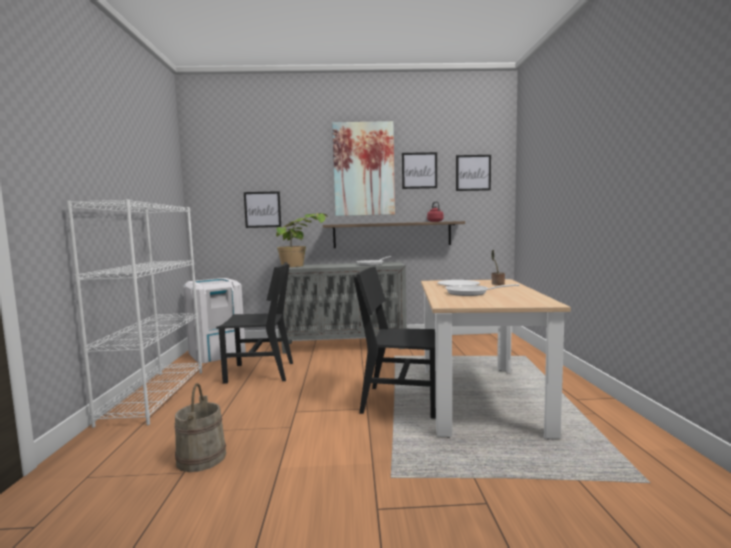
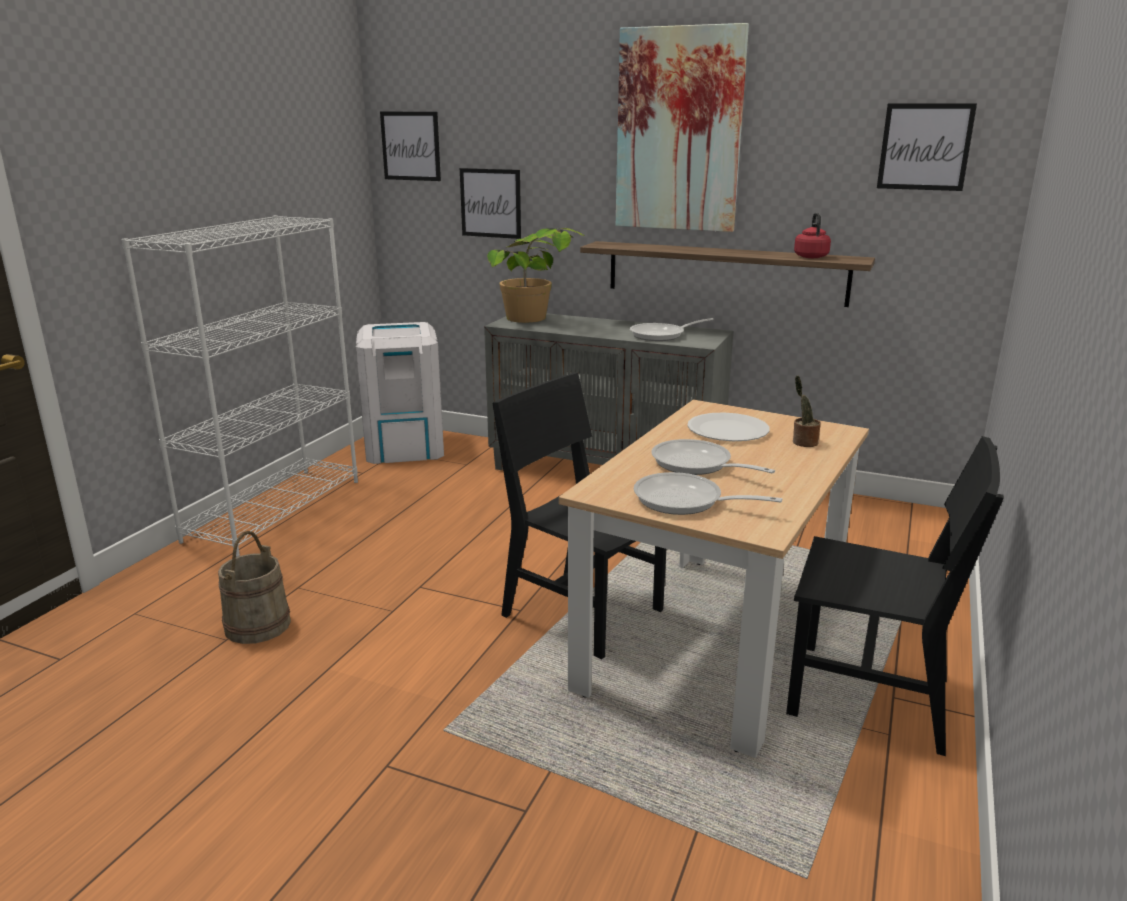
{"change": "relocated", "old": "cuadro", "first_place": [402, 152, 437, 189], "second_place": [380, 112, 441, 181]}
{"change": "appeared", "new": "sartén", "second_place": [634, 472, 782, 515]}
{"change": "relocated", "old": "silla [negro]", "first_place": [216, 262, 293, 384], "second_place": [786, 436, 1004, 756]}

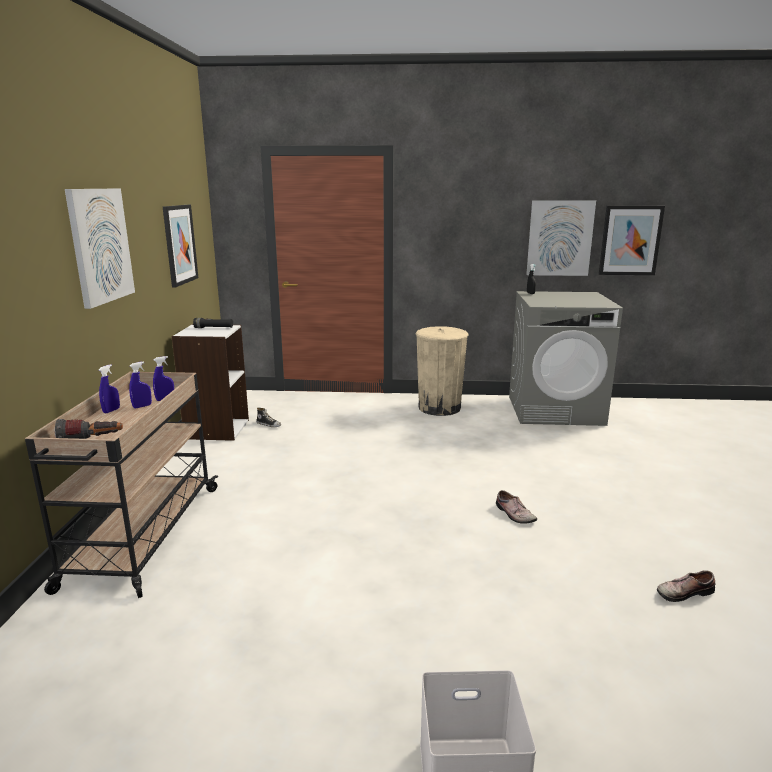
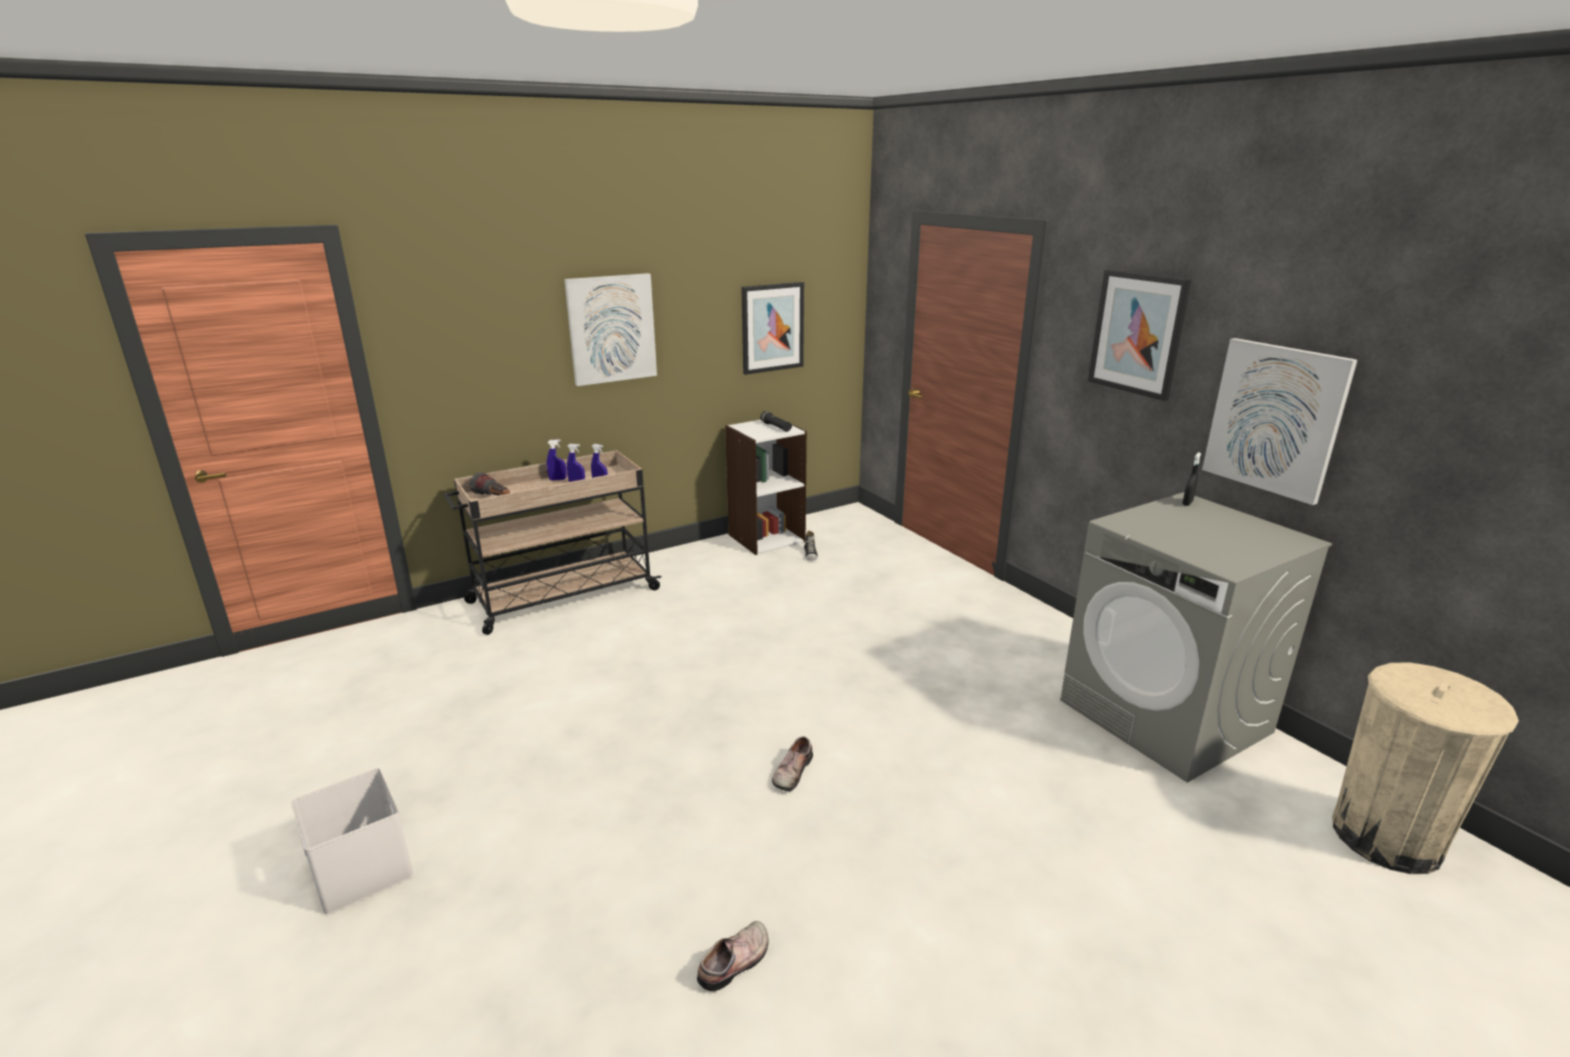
{"change": "spun", "old": "zapato", "first_place": [657, 570, 715, 602], "second_place": [697, 921, 769, 991], "degrees": 90}
{"change": "relocated", "old": "cuadro", "first_place": [599, 206, 665, 275], "second_place": [1088, 269, 1191, 401]}
{"change": "relocated", "old": "papelera [beis]", "first_place": [416, 326, 469, 416], "second_place": [1332, 663, 1519, 874]}

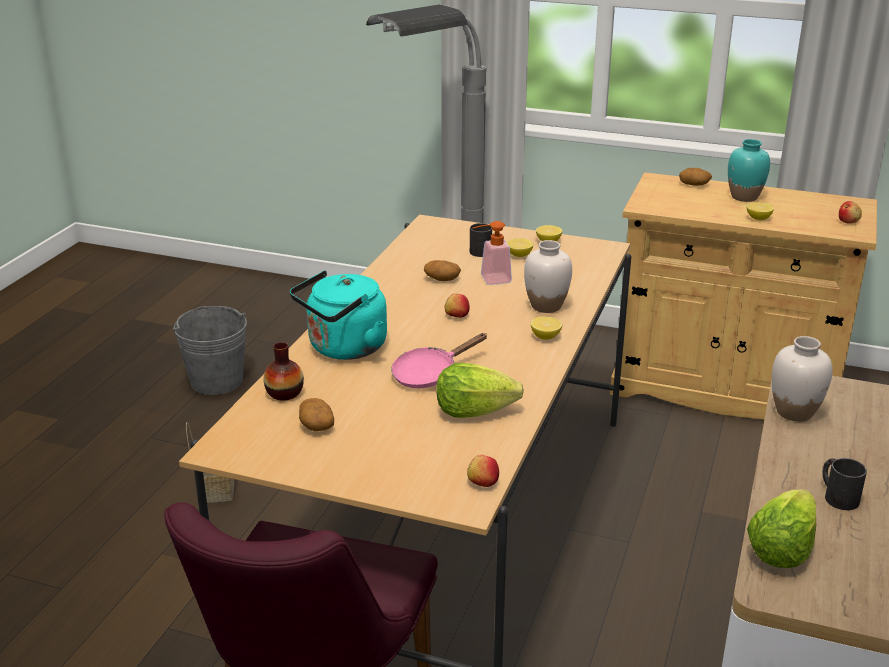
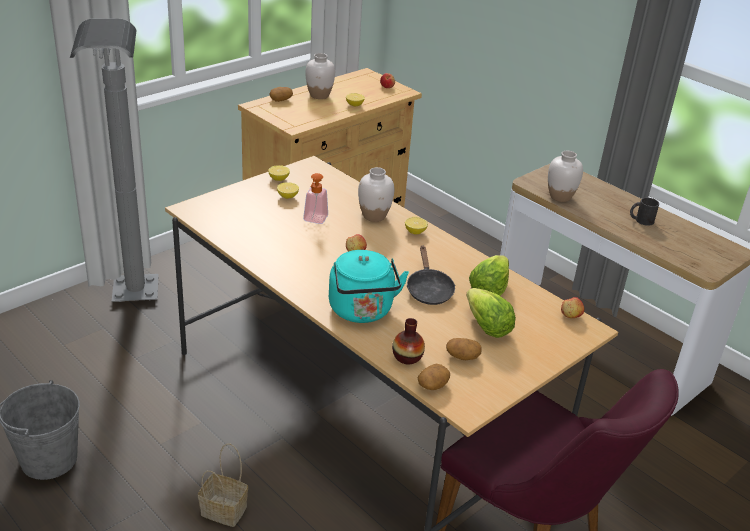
{"change": "colour", "old": "florero [turquesa]", "new": "florero [blanco]", "first_place": [728, 139, 770, 202], "second_place": [305, 53, 335, 99]}
{"change": "colour", "old": "sartén [rosa]", "new": "sartén [negro]", "first_place": [391, 333, 487, 388], "second_place": [407, 246, 456, 305]}
{"change": "relocated", "old": "patata", "first_place": [424, 260, 461, 281], "second_place": [418, 364, 450, 390]}
{"change": "relocated", "old": "lechuga", "first_place": [747, 489, 816, 568], "second_place": [466, 288, 516, 338]}
{"change": "missing", "old": "taza grande [negro]", "first_place": [470, 223, 492, 257]}

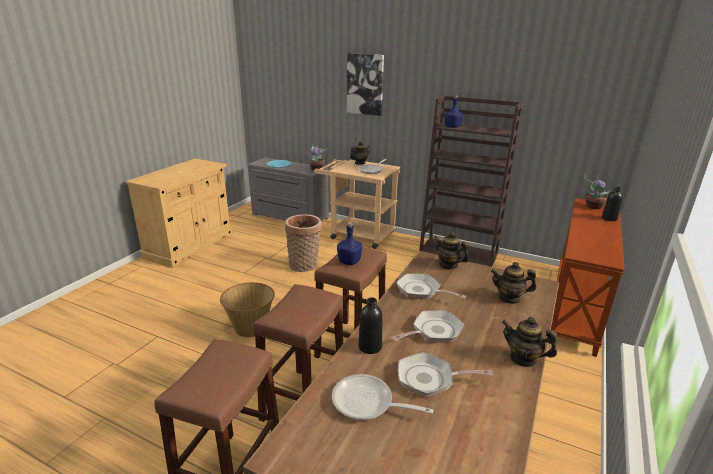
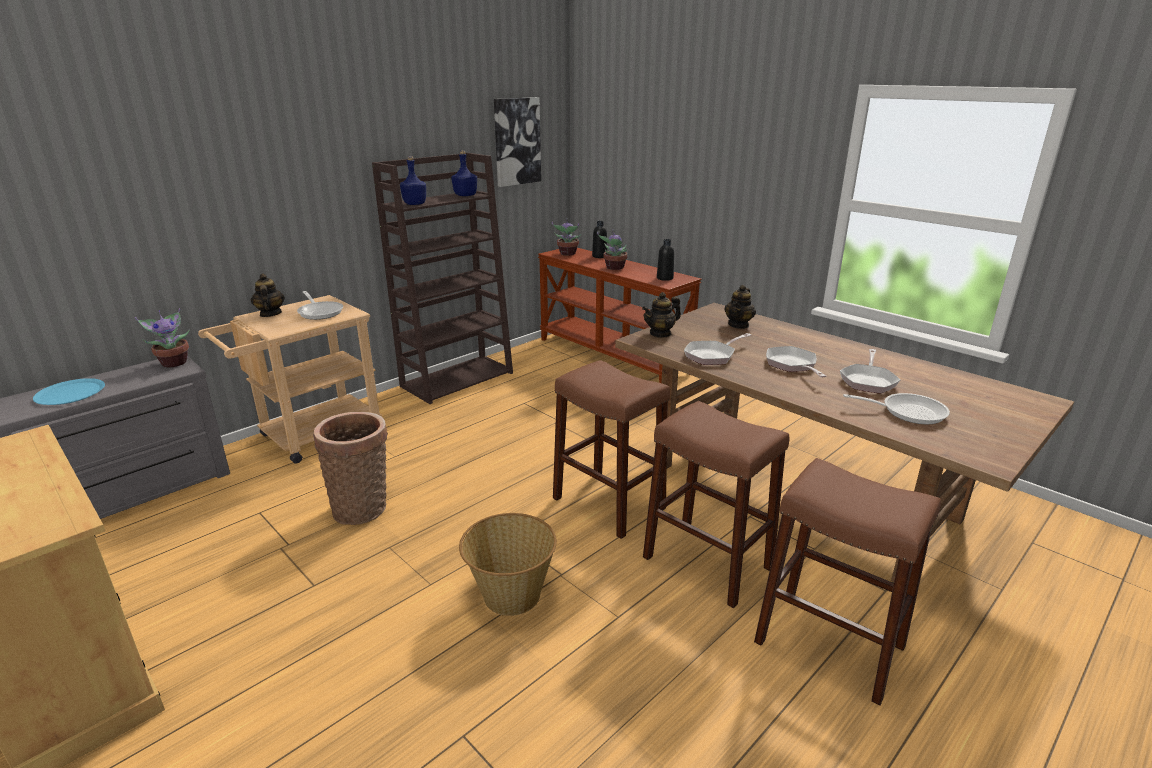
{"change": "relocated", "old": "botella [azul]", "first_place": [337, 222, 362, 265], "second_place": [451, 150, 477, 196]}
{"change": "relocated", "old": "cuadro", "first_place": [347, 53, 384, 116], "second_place": [494, 97, 541, 187]}
{"change": "appeared", "new": "planta en maceta", "second_place": [597, 229, 628, 270]}
{"change": "relocated", "old": "botella [negro]", "first_place": [358, 297, 382, 354], "second_place": [657, 239, 674, 281]}
{"change": "spun", "old": "sartén", "first_place": [332, 374, 433, 421], "second_place": [843, 393, 950, 425], "degrees": -120}
{"change": "missing", "old": "tetera", "first_place": [502, 317, 557, 367]}

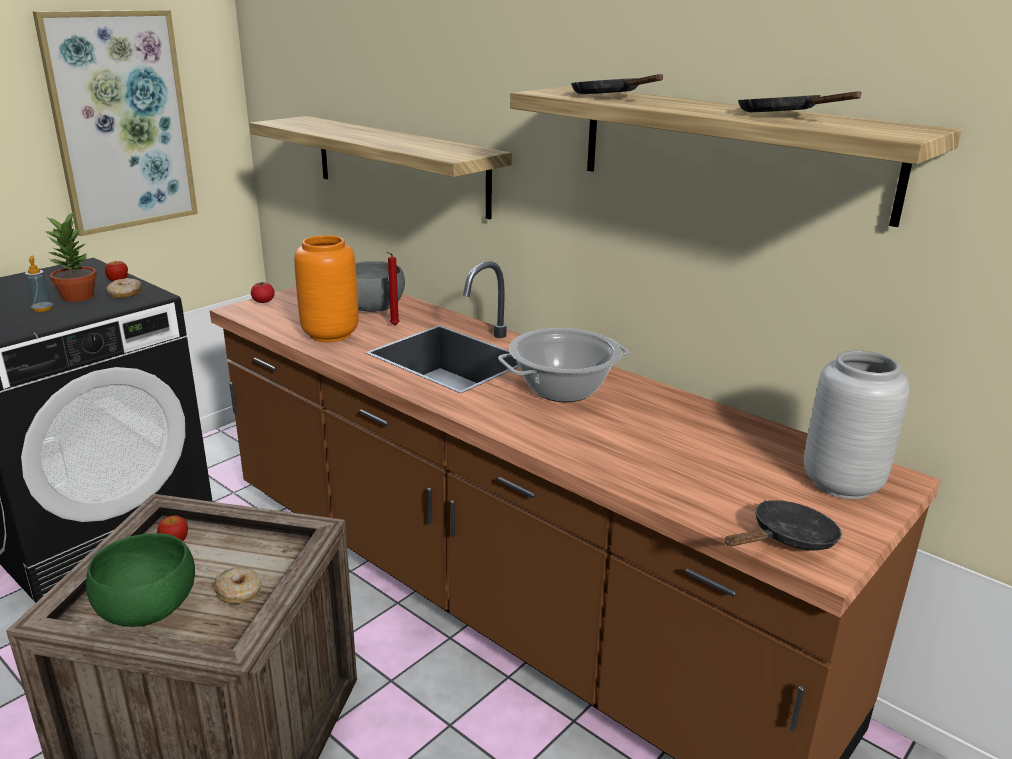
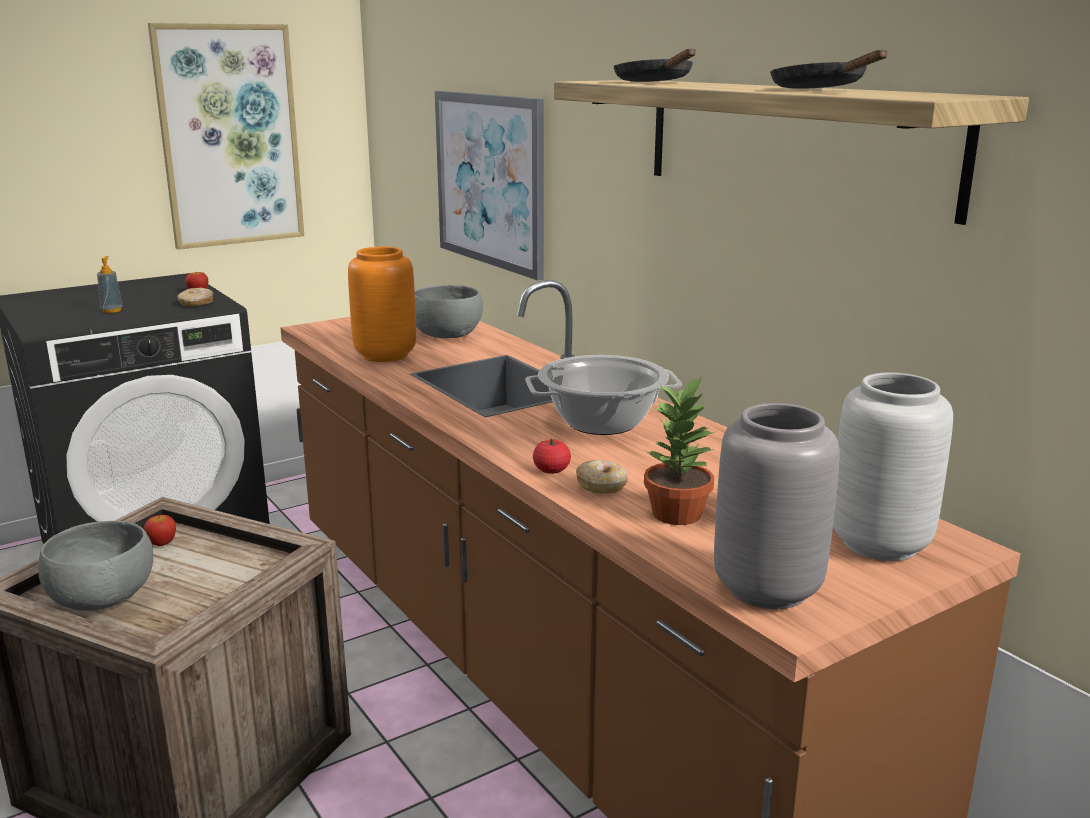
{"change": "colour", "old": "cuenco [verde]", "new": "cuenco [gris]", "first_place": [86, 533, 195, 627], "second_place": [38, 521, 153, 611]}
{"change": "exchanged", "old": "estante", "new": "cuadro", "first_place": [249, 116, 512, 219], "second_place": [435, 91, 544, 280]}
{"change": "relocated", "old": "tomate", "first_place": [251, 282, 275, 303], "second_place": [533, 439, 571, 474]}
{"change": "relocated", "old": "rosquilla", "first_place": [214, 567, 261, 604], "second_place": [576, 460, 628, 494]}
{"change": "relocated", "old": "planta en maceta", "first_place": [42, 211, 97, 302], "second_place": [644, 375, 715, 525]}
{"change": "exchanged", "old": "sartén [negro]", "new": "florero [gris]", "first_place": [724, 500, 842, 550], "second_place": [714, 403, 840, 609]}
{"change": "missing", "old": "vela [rojo]", "first_place": [387, 252, 400, 325]}

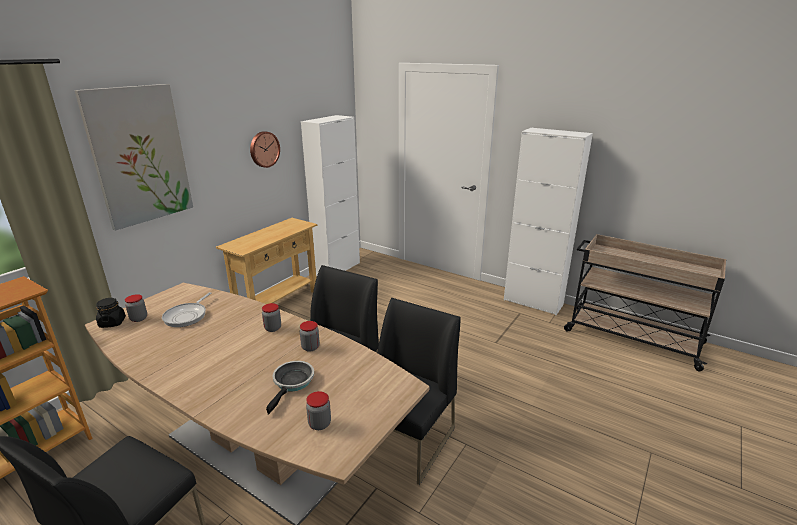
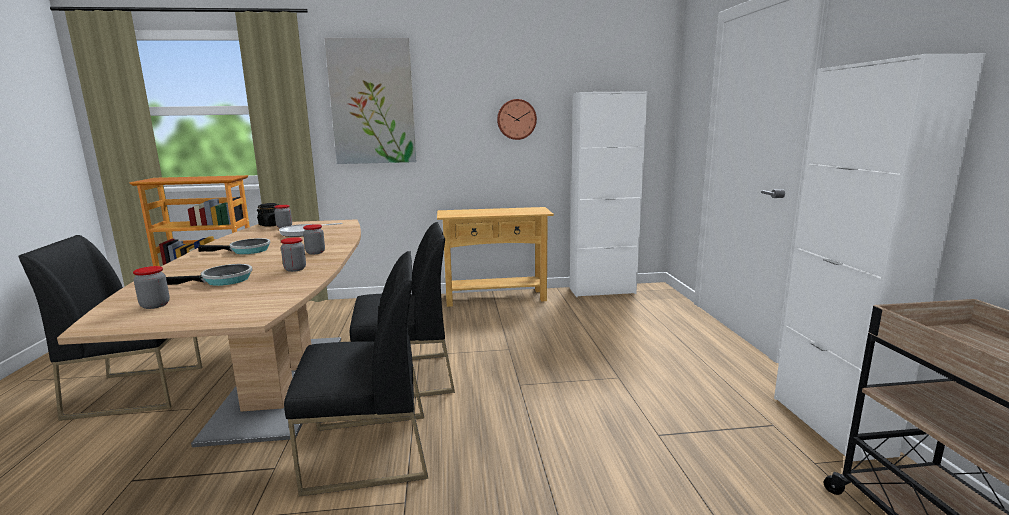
{"change": "appeared", "new": "sartén", "second_place": [198, 238, 271, 254]}

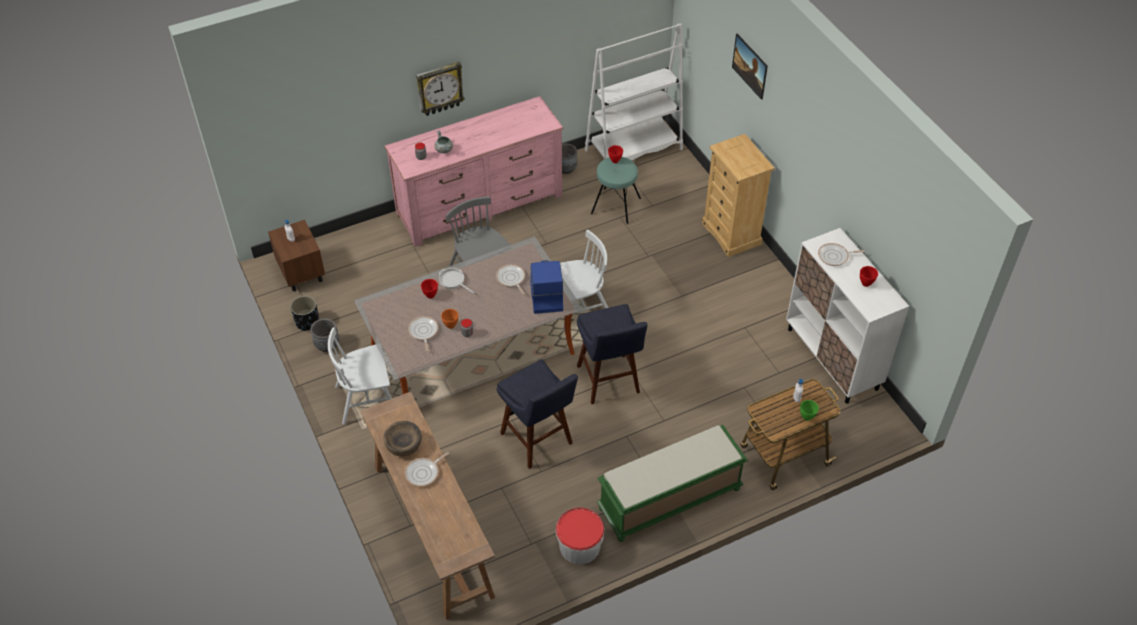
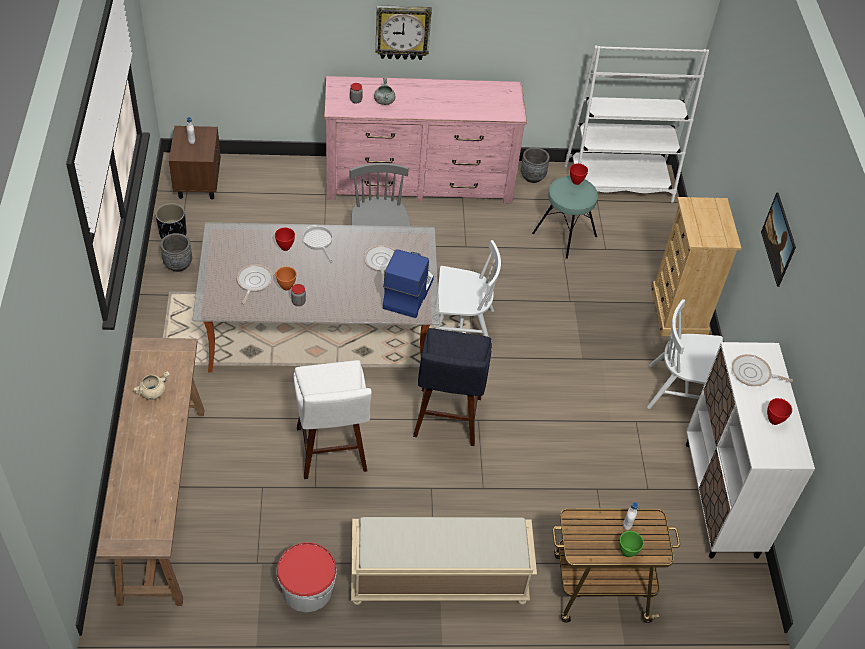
{"change": "exchanged", "old": "cuenco [marrón]", "new": "olla [beis]", "first_place": [383, 421, 422, 457], "second_place": [133, 371, 169, 400]}
{"change": "colour", "old": "taburete [azul]", "new": "taburete [blanco]", "first_place": [497, 359, 578, 469], "second_place": [293, 360, 372, 479]}
{"change": "colour", "old": "banco [verde]", "new": "banco [beis]", "first_place": [597, 425, 748, 542], "second_place": [351, 517, 537, 605]}
{"change": "relocated", "old": "silla [blanco]", "first_place": [328, 328, 392, 424], "second_place": [647, 299, 723, 409]}
{"change": "relocated", "old": "cuadro", "first_place": [732, 34, 768, 100], "second_place": [761, 192, 796, 287]}
{"change": "missing", "old": "sartén", "first_place": [405, 452, 449, 486]}

